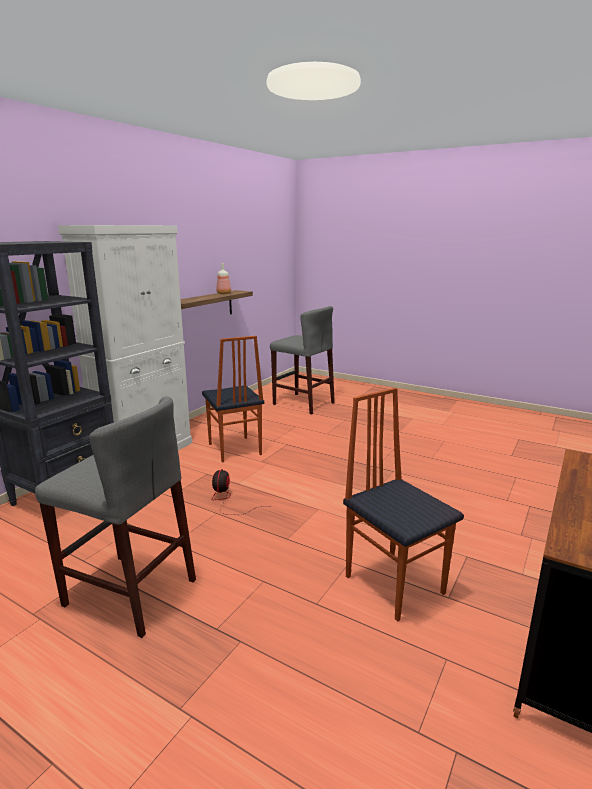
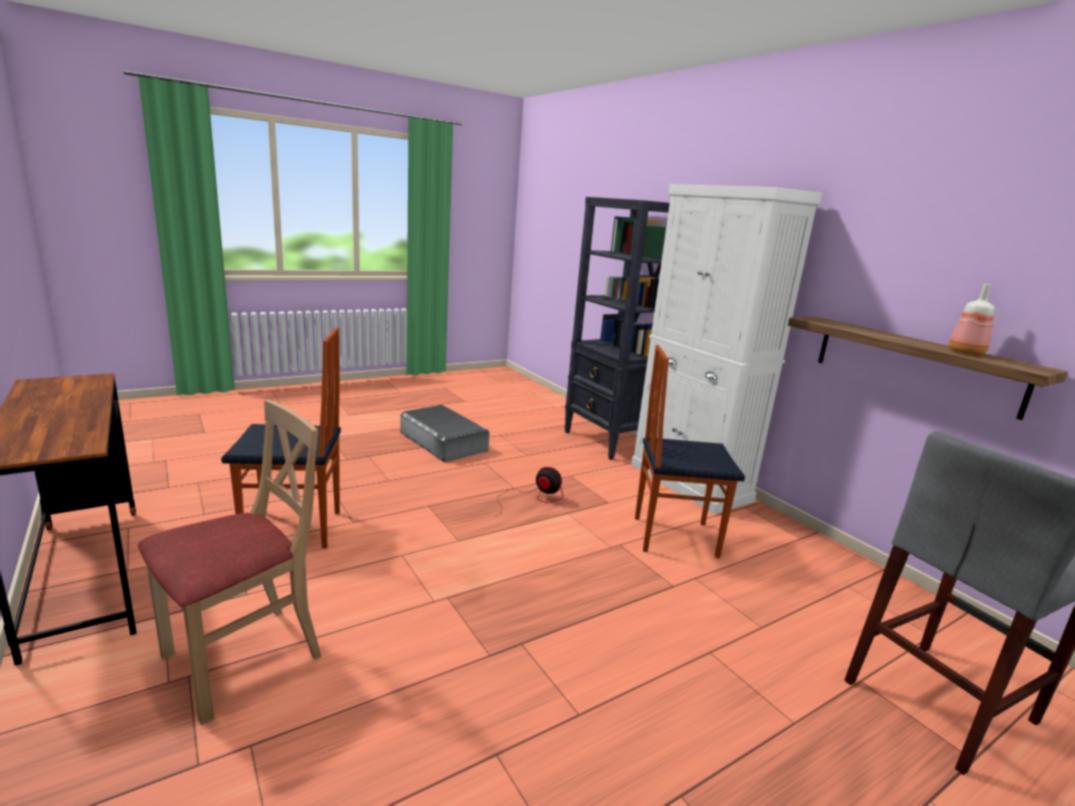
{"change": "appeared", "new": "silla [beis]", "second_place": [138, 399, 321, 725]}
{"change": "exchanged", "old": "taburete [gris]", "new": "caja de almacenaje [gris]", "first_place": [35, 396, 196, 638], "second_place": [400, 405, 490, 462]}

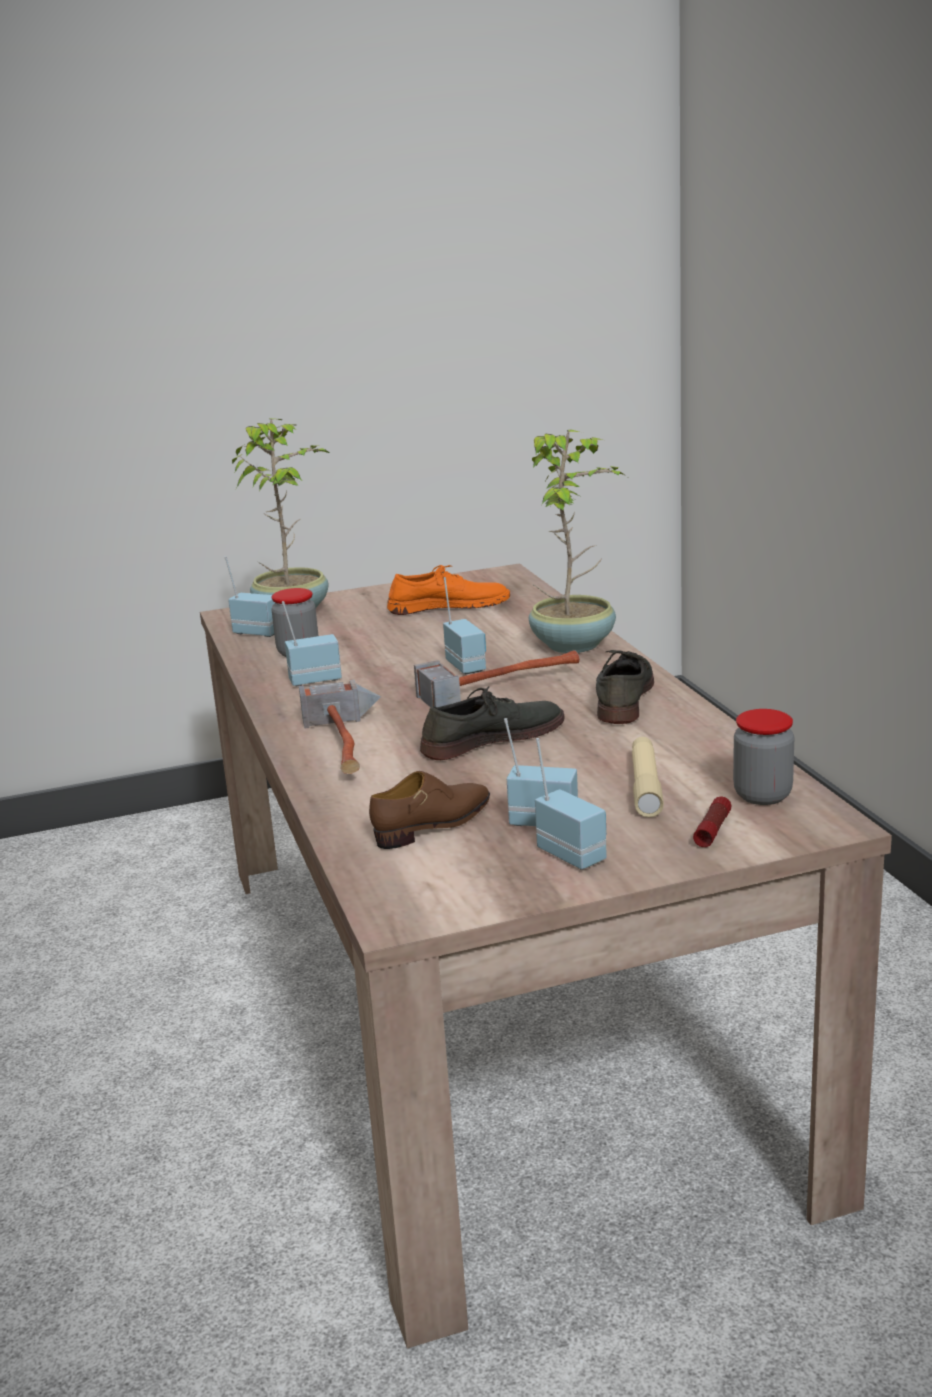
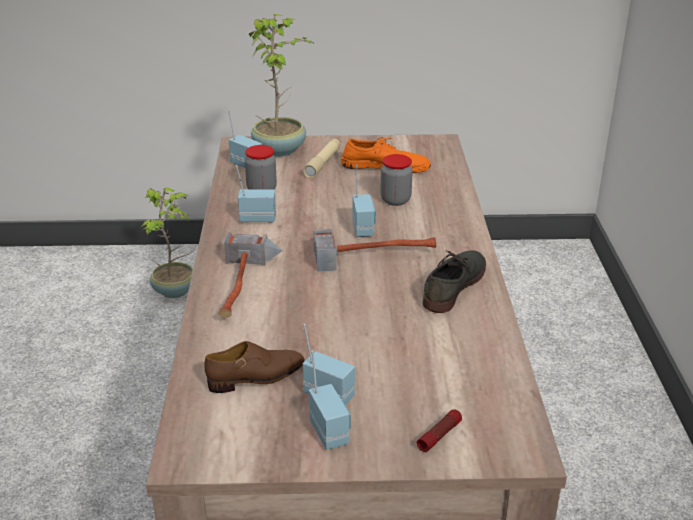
{"change": "relocated", "old": "planta en maceta", "first_place": [529, 430, 627, 653], "second_place": [141, 188, 195, 298]}
{"change": "relocated", "old": "linterna [beis]", "first_place": [632, 737, 664, 817], "second_place": [303, 139, 340, 178]}
{"change": "relocated", "old": "tarro", "first_place": [733, 709, 794, 805], "second_place": [380, 154, 413, 206]}
{"change": "missing", "old": "zapato [gris]", "first_place": [420, 686, 565, 760]}

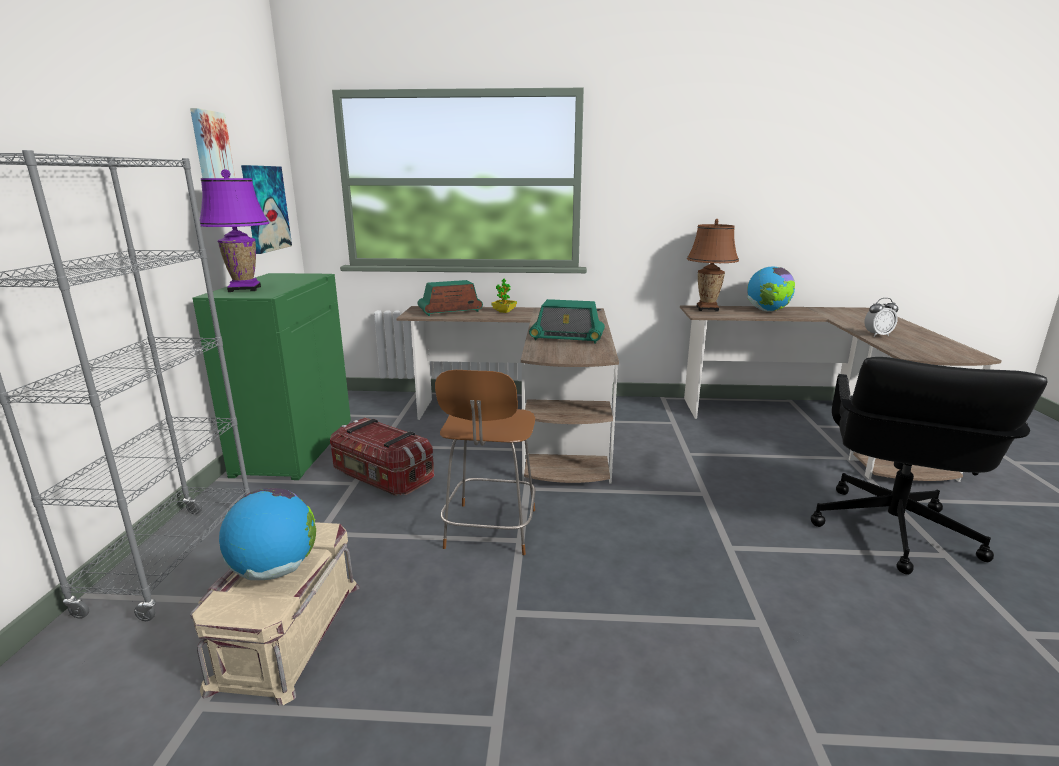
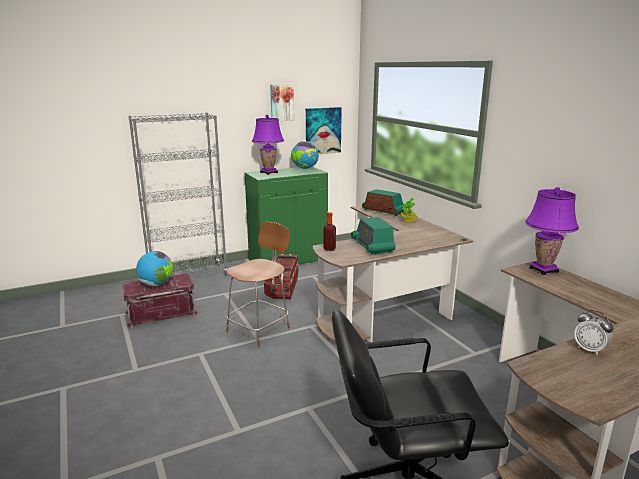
{"change": "colour", "old": "caja de almacenaje [beis]", "new": "caja de almacenaje [rojo]", "first_place": [190, 522, 360, 706], "second_place": [122, 274, 198, 328]}
{"change": "spun", "old": "silla [marrón]", "first_place": [435, 370, 536, 555], "second_place": [226, 222, 290, 347], "degrees": 150}
{"change": "relocated", "old": "globo terráqueo", "first_place": [747, 267, 795, 312], "second_place": [291, 141, 319, 169]}
{"change": "appeared", "new": "botella", "second_place": [323, 212, 336, 251]}
{"change": "colour", "old": "lámpara de mesa [marrón]", "new": "lámpara de mesa [morado]", "first_place": [687, 219, 739, 312], "second_place": [525, 187, 579, 275]}

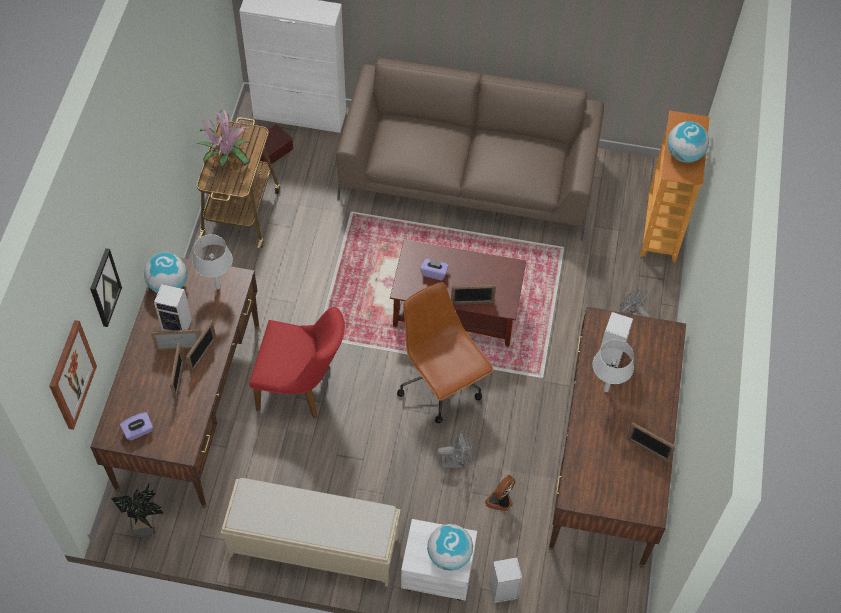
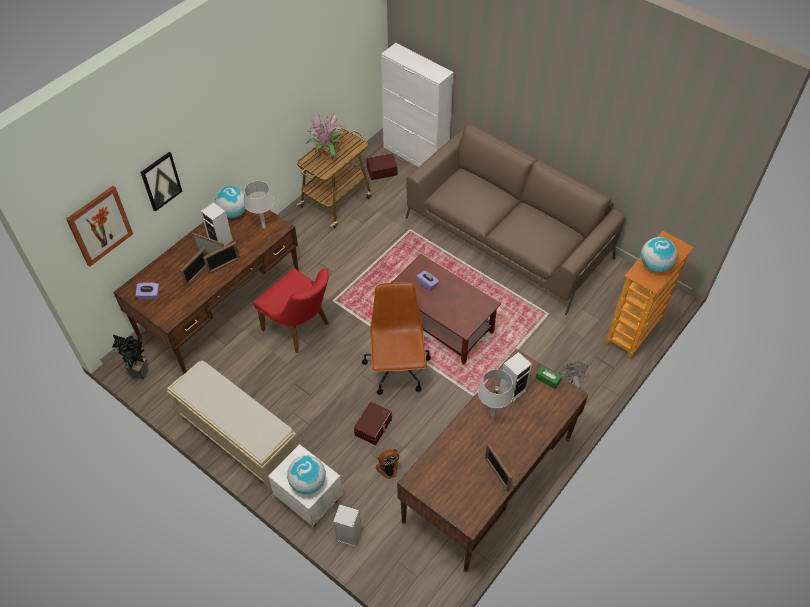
{"change": "exchanged", "old": "ventilador [gris]", "new": "caja de almacenaje [marrón]", "first_place": [437, 431, 472, 469], "second_place": [354, 402, 392, 445]}
{"change": "appeared", "new": "caja de pañuelos [verde]", "second_place": [536, 365, 562, 389]}
{"change": "missing", "old": "portarretratos", "first_place": [451, 285, 496, 305]}

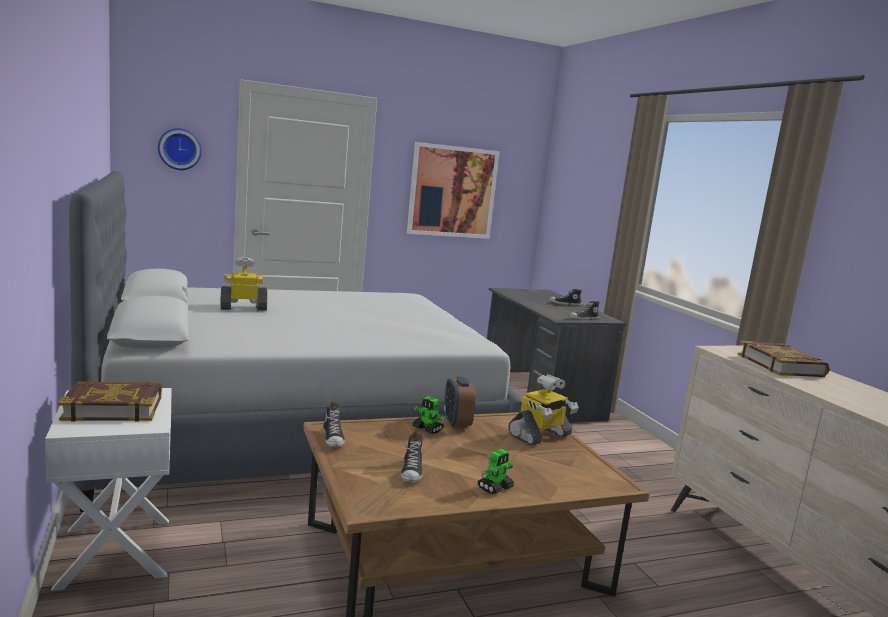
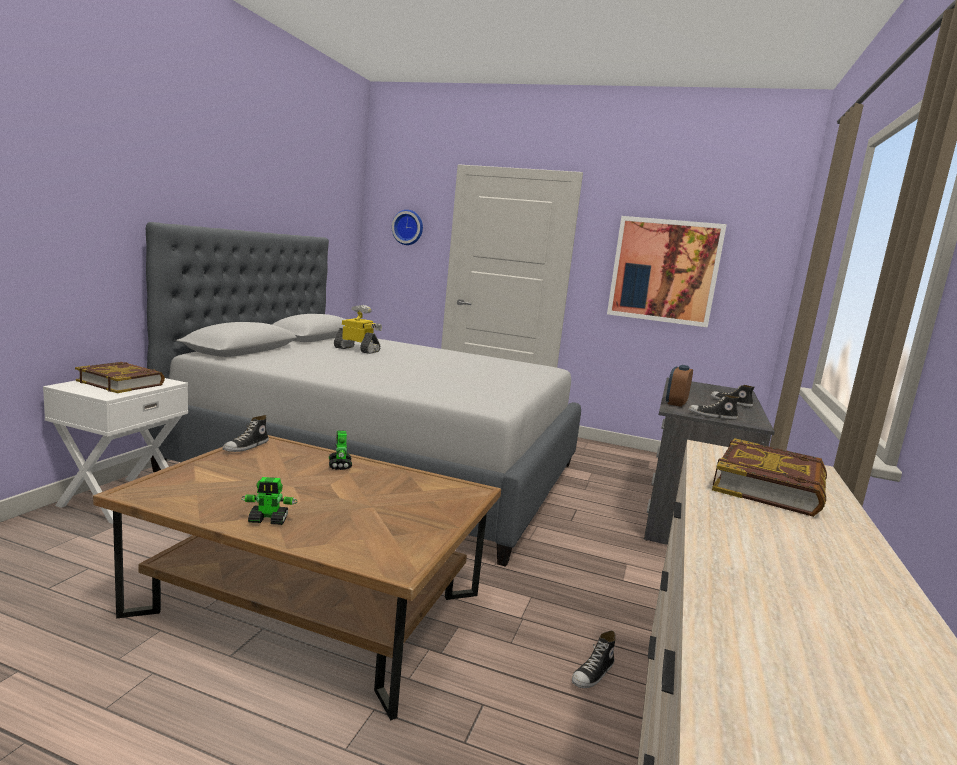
{"change": "relocated", "old": "zapato", "first_place": [401, 431, 423, 482], "second_place": [572, 631, 616, 688]}
{"change": "relocated", "old": "despertador", "first_place": [444, 377, 476, 428], "second_place": [666, 365, 693, 407]}
{"change": "missing", "old": "robot de juguete", "first_place": [508, 374, 579, 446]}

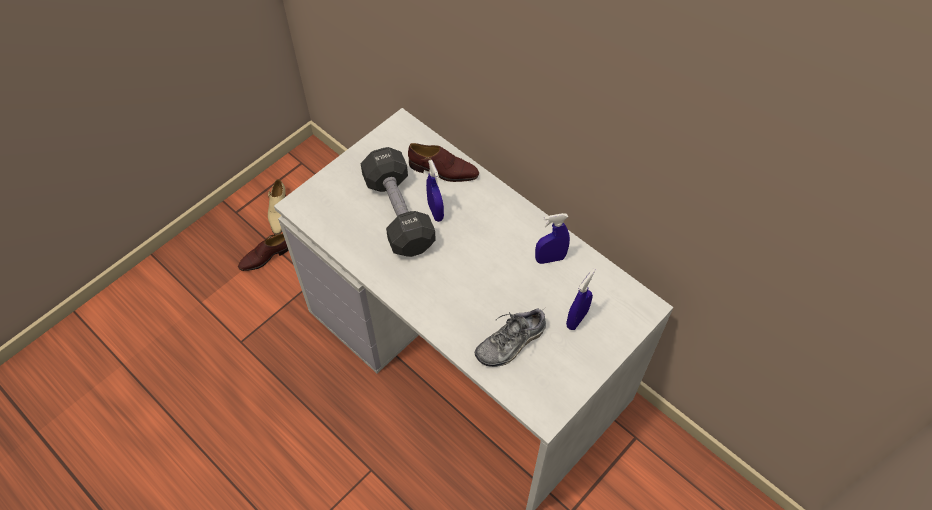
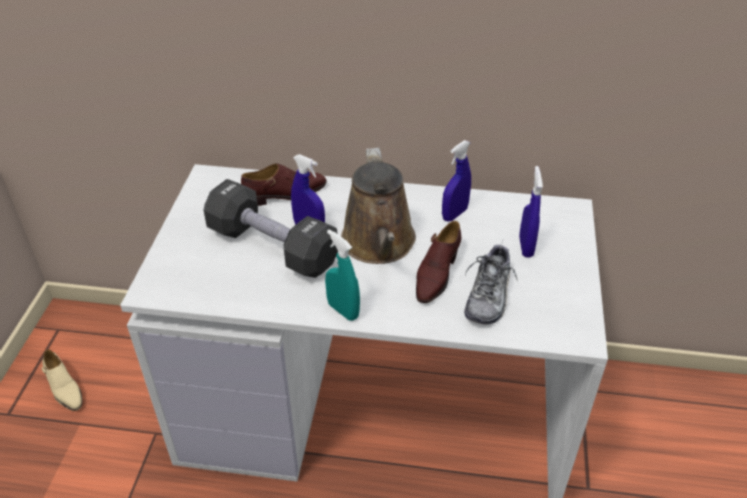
{"change": "appeared", "new": "pulverizador [turquesa]", "second_place": [325, 230, 360, 321]}
{"change": "appeared", "new": "regadera [marrón]", "second_place": [341, 148, 416, 264]}
{"change": "relocated", "old": "zapato [marrón]", "first_place": [238, 233, 289, 271], "second_place": [416, 221, 461, 303]}

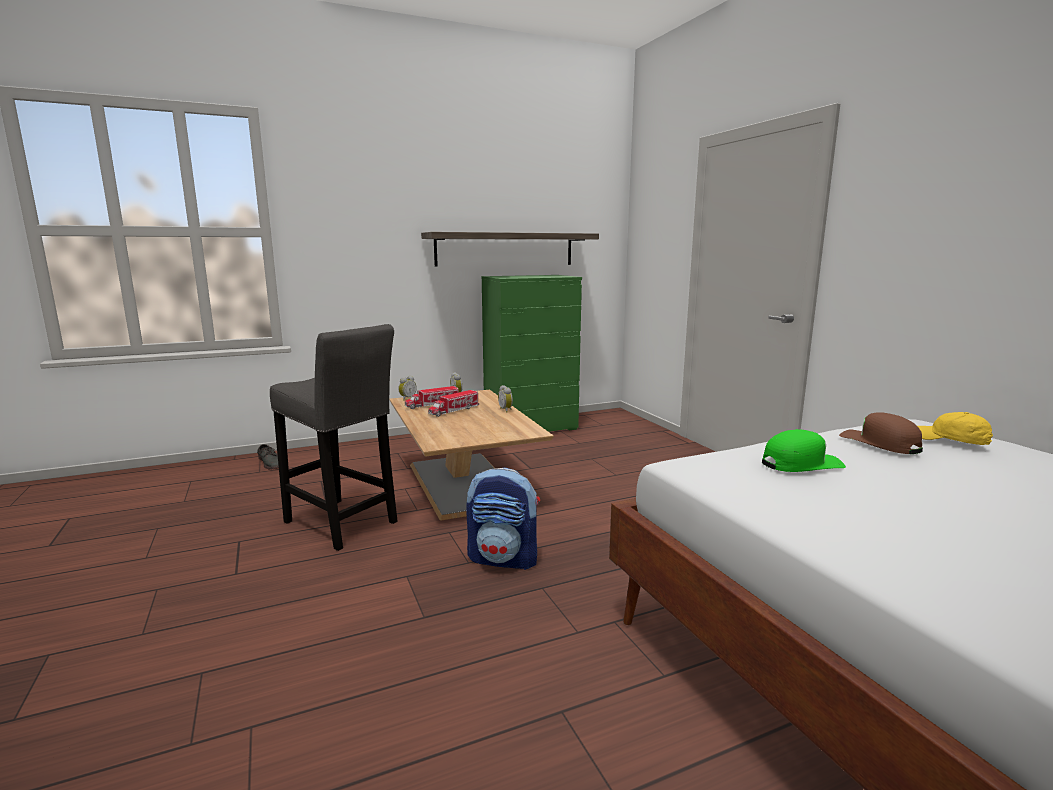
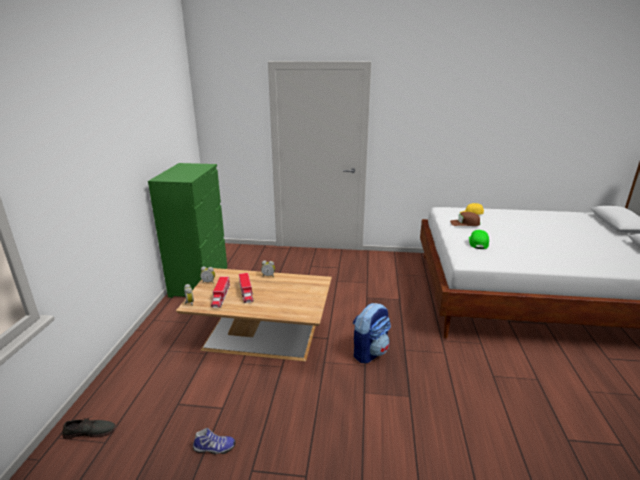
{"change": "appeared", "new": "zapato", "second_place": [193, 428, 236, 454]}
{"change": "missing", "old": "taburete [gris]", "first_place": [270, 324, 398, 551]}
{"change": "missing", "old": "estante", "first_place": [421, 232, 599, 267]}

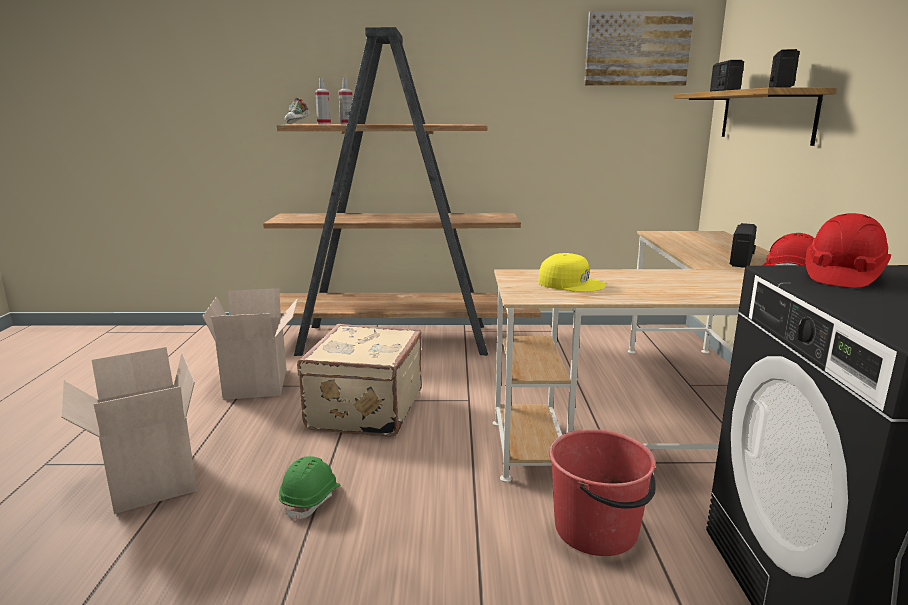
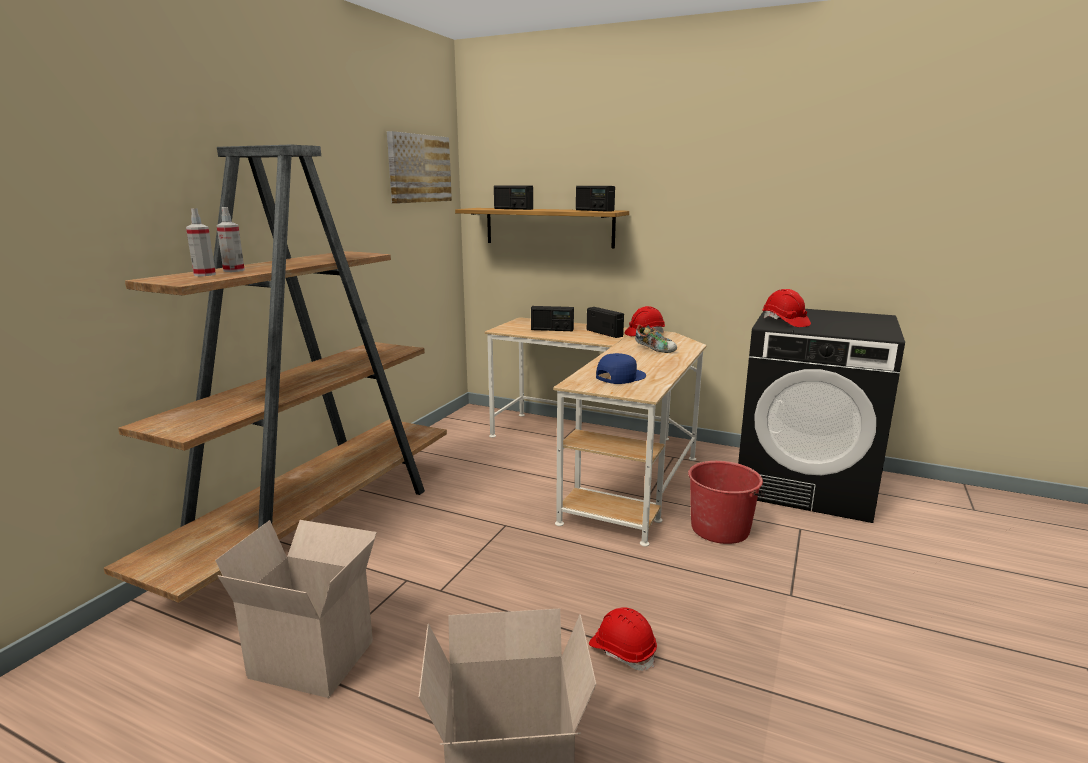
{"change": "appeared", "new": "radio", "second_place": [531, 306, 574, 331]}
{"change": "colour", "old": "casco [verde]", "new": "casco [rojo]", "first_place": [279, 456, 340, 522], "second_place": [589, 607, 657, 671]}
{"change": "colour", "old": "gorra [amarillo]", "new": "gorra [azul]", "first_place": [539, 253, 606, 292], "second_place": [596, 353, 646, 384]}
{"change": "relocated", "old": "zapato", "first_place": [285, 98, 311, 124], "second_place": [635, 325, 677, 353]}
{"change": "missing", "old": "maleta [beis]", "first_place": [297, 324, 422, 437]}

